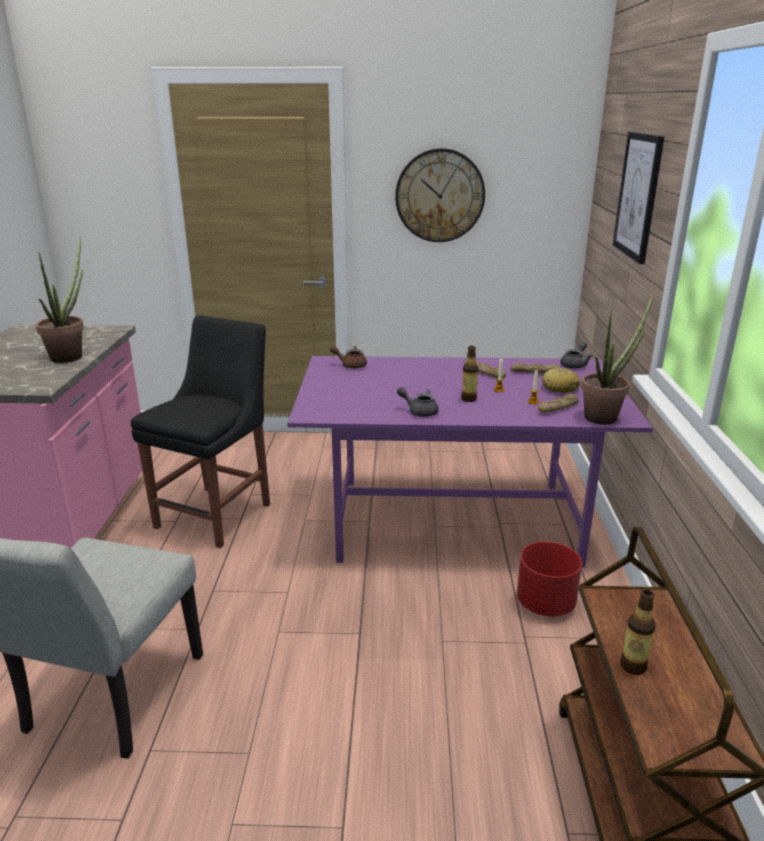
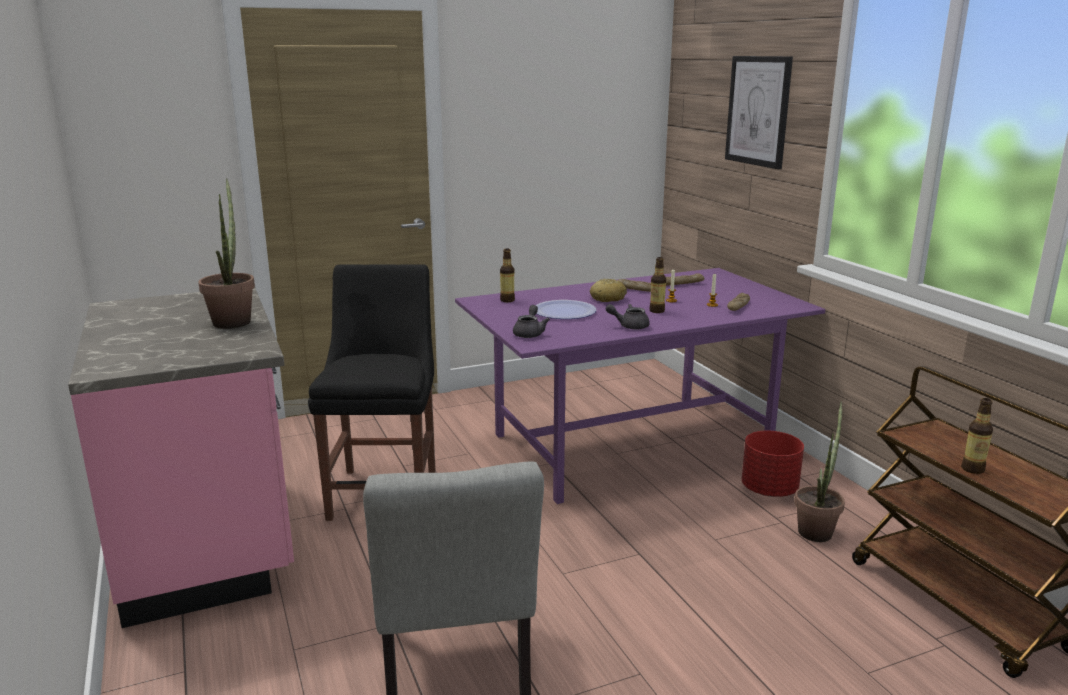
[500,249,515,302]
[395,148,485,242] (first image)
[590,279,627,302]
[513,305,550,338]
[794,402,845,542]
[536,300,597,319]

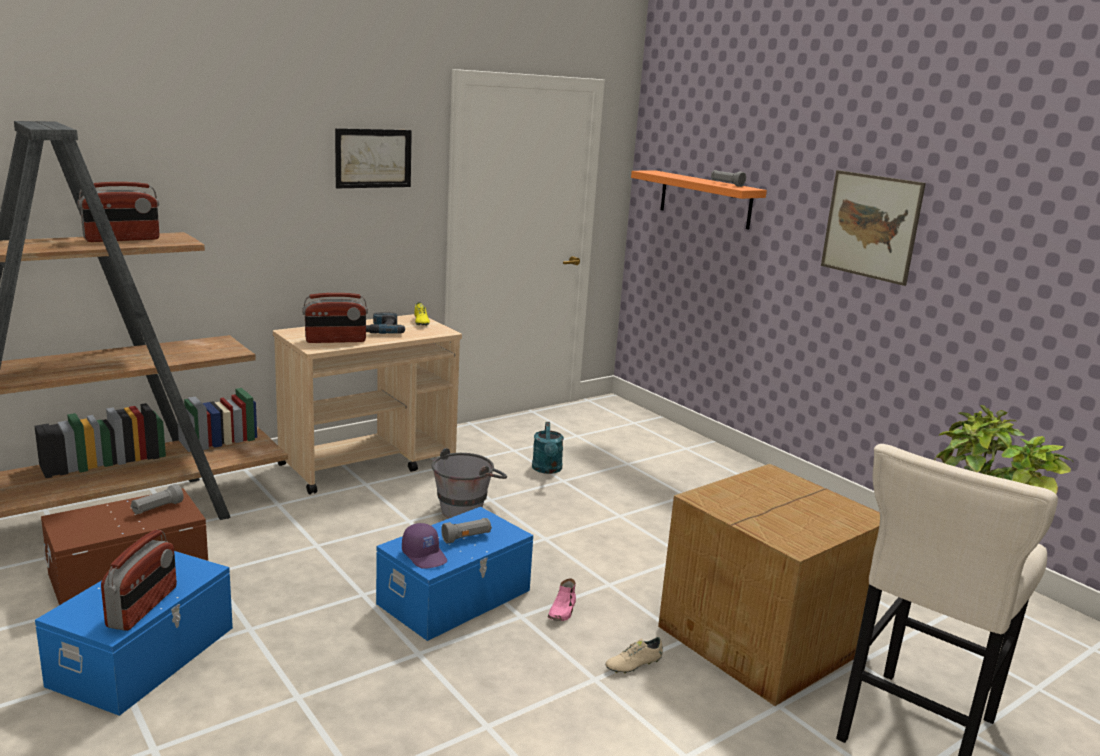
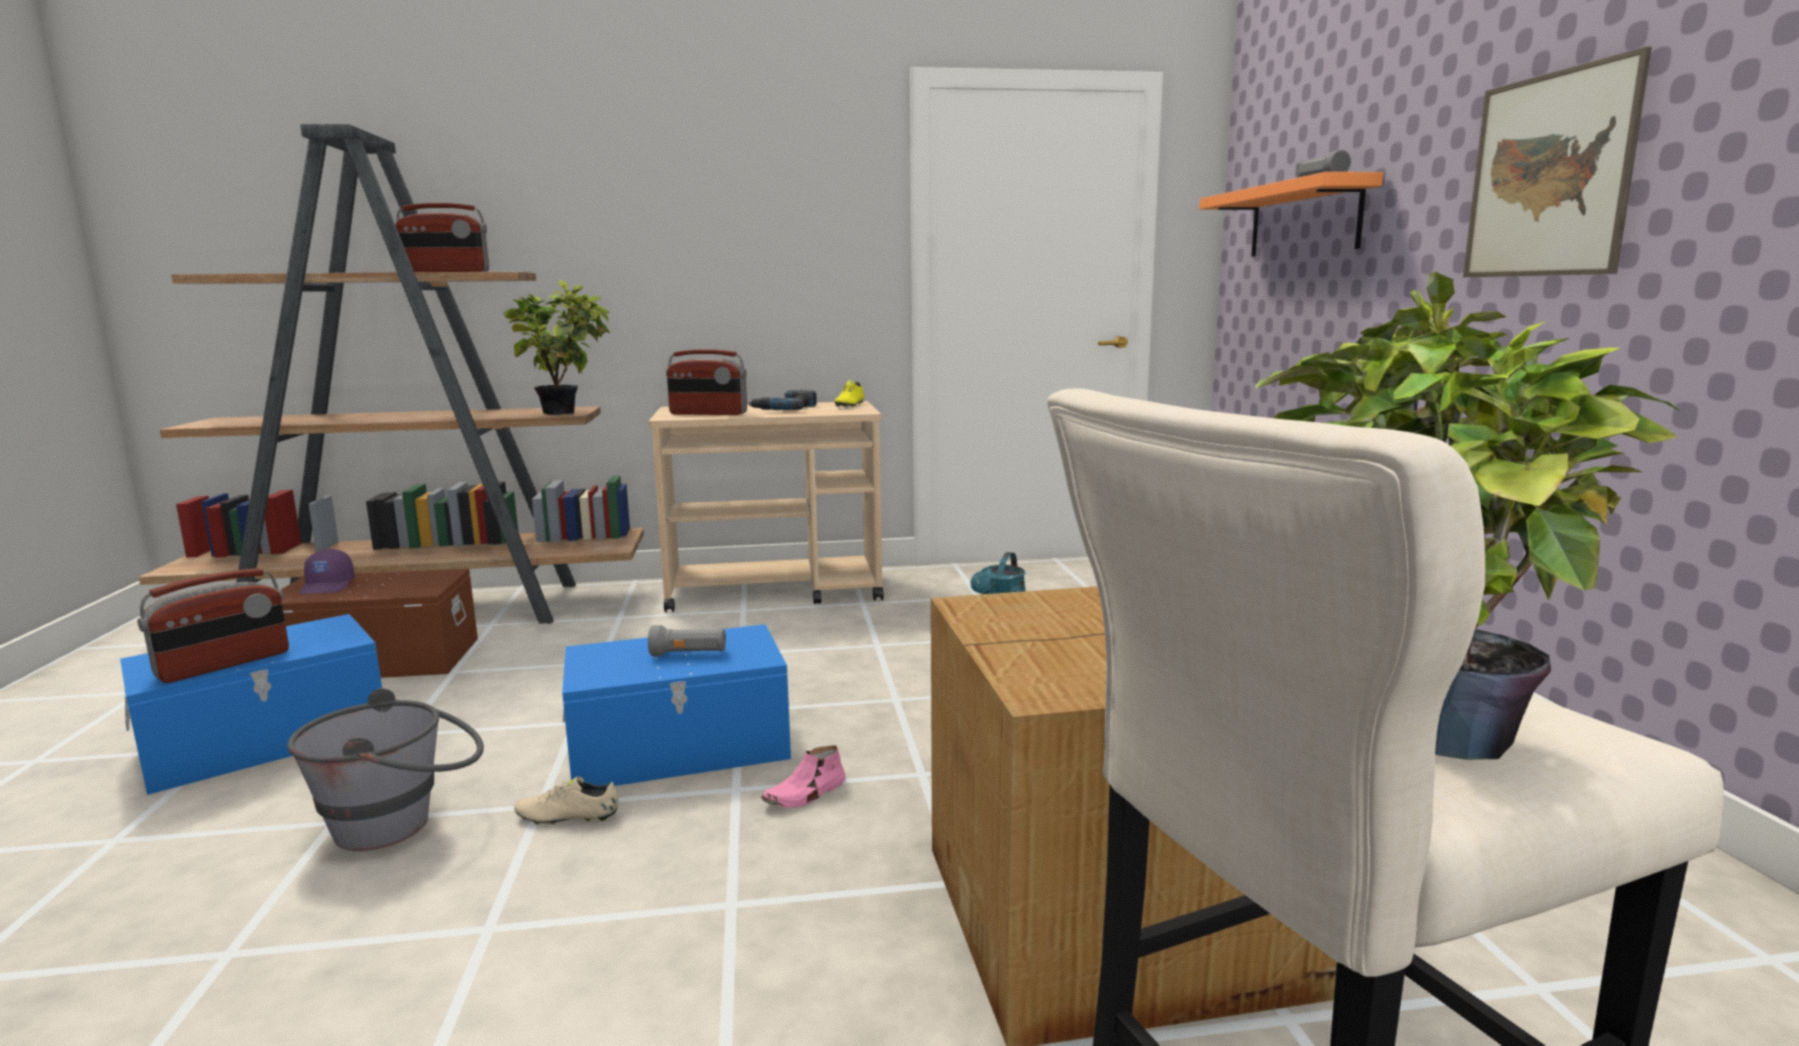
[131,484,183,514] (first image)
[335,128,412,188] (first image)
[299,549,355,595]
[287,688,484,851]
[514,777,618,825]
[503,281,610,415]

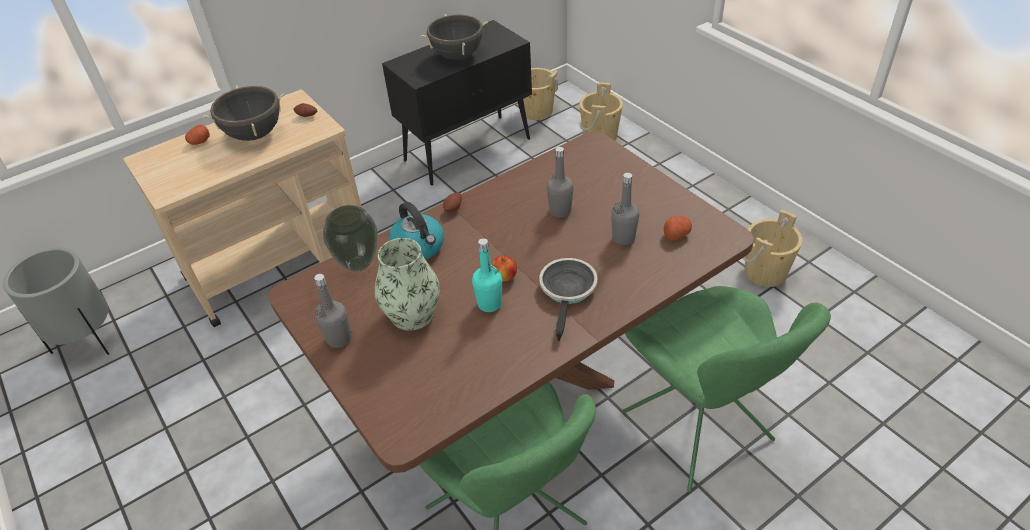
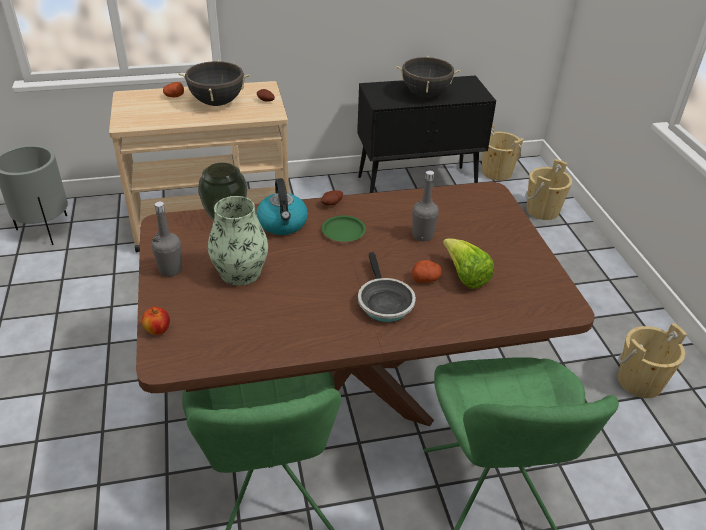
[472,238,502,312] (first image)
[142,307,170,335]
[358,252,416,322]
[443,238,494,289]
[412,260,442,283]
[322,215,366,242]

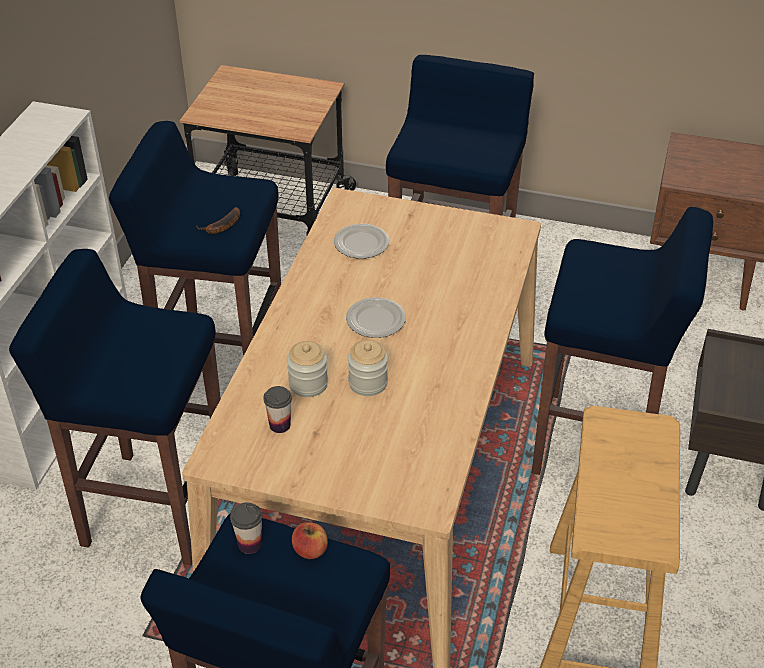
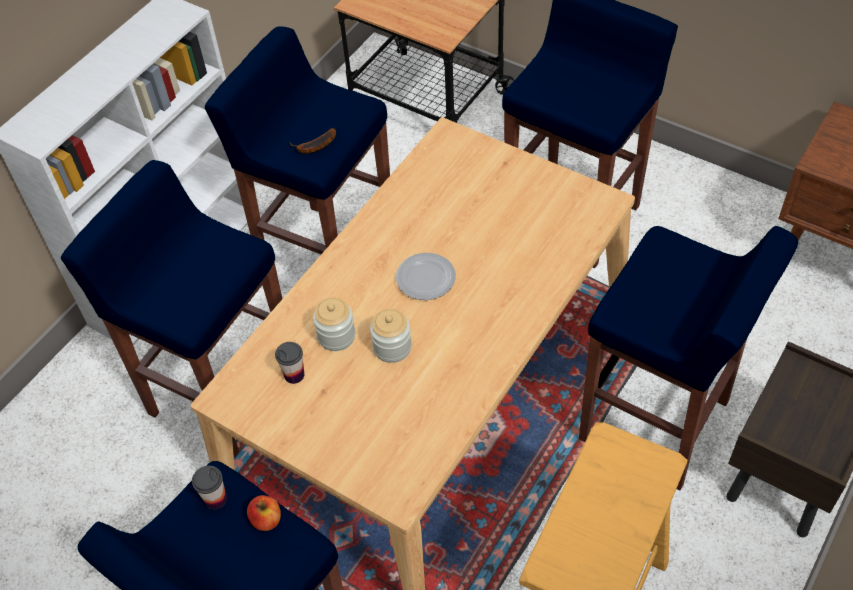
[334,224,389,259] (first image)

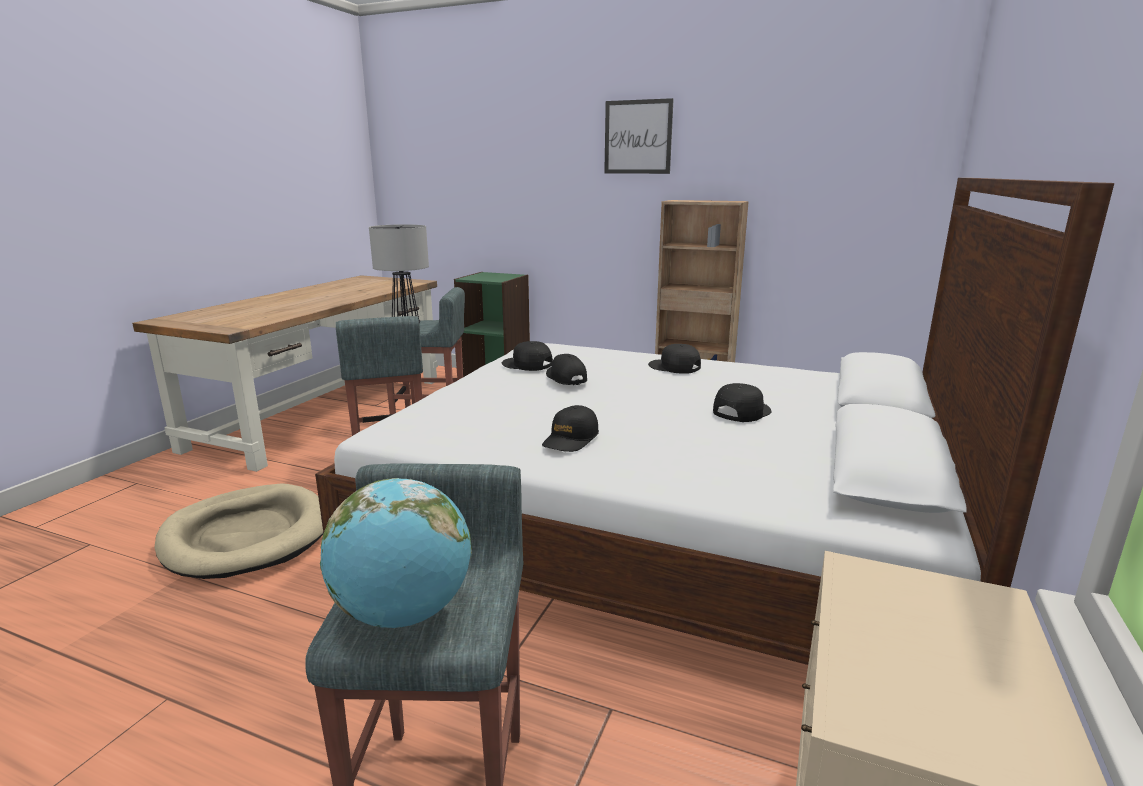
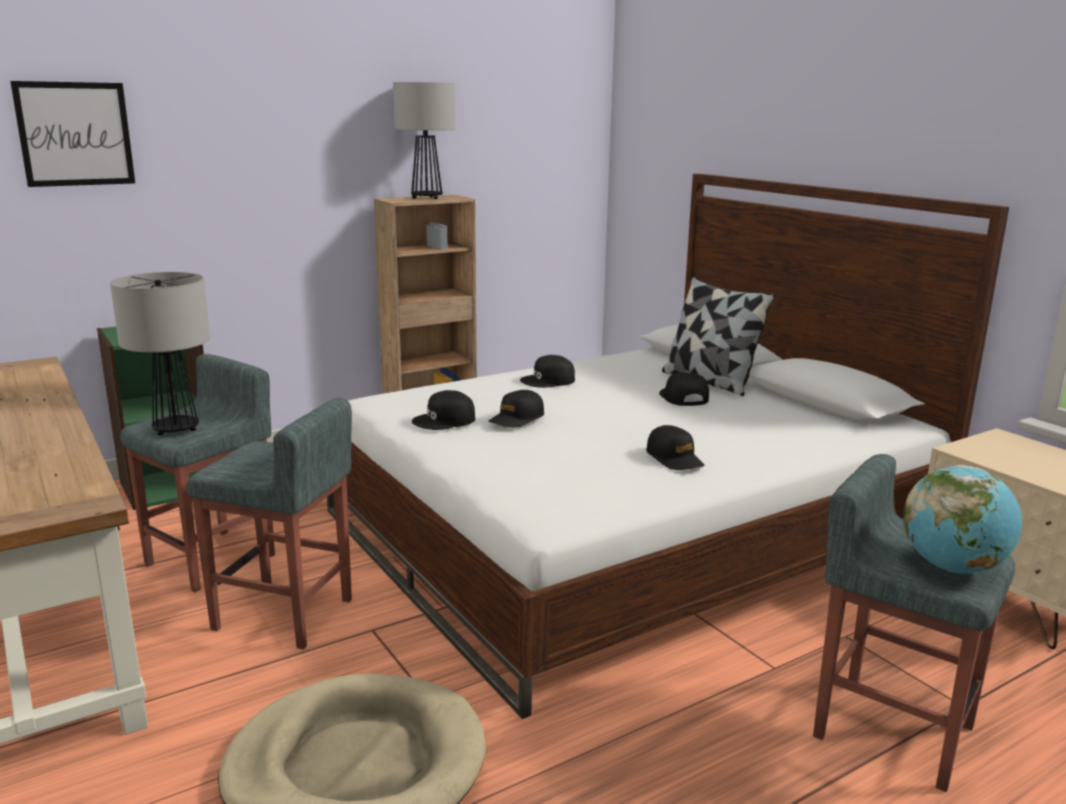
[489,390,544,428]
[10,81,135,187]
[393,82,455,199]
[662,277,775,396]

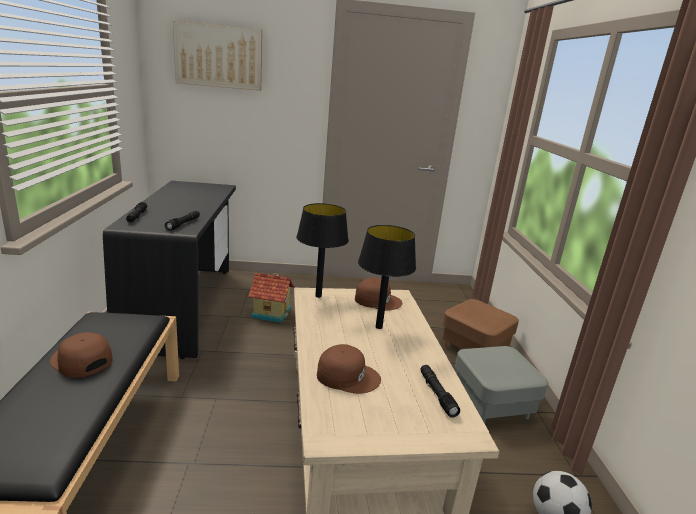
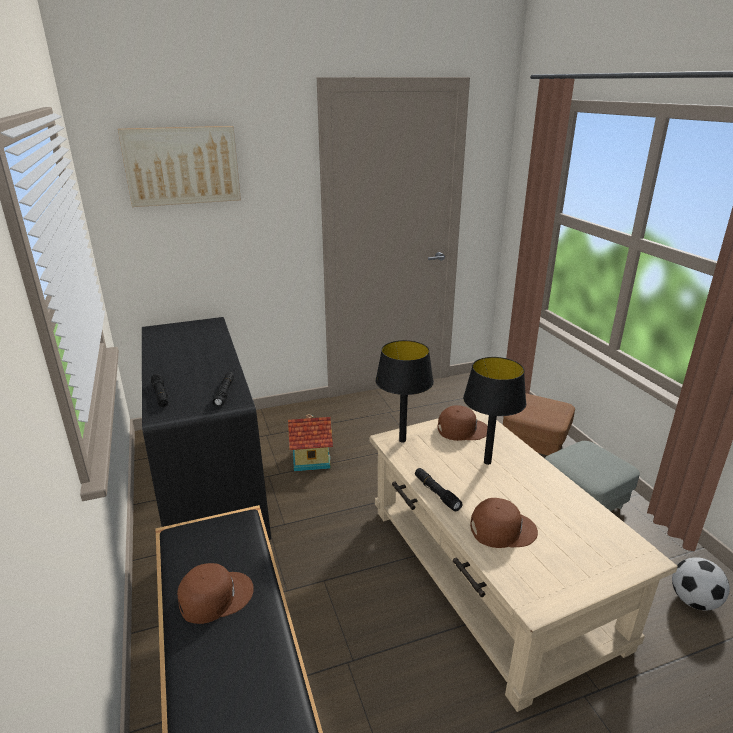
[177,563,254,624]
[415,468,462,511]

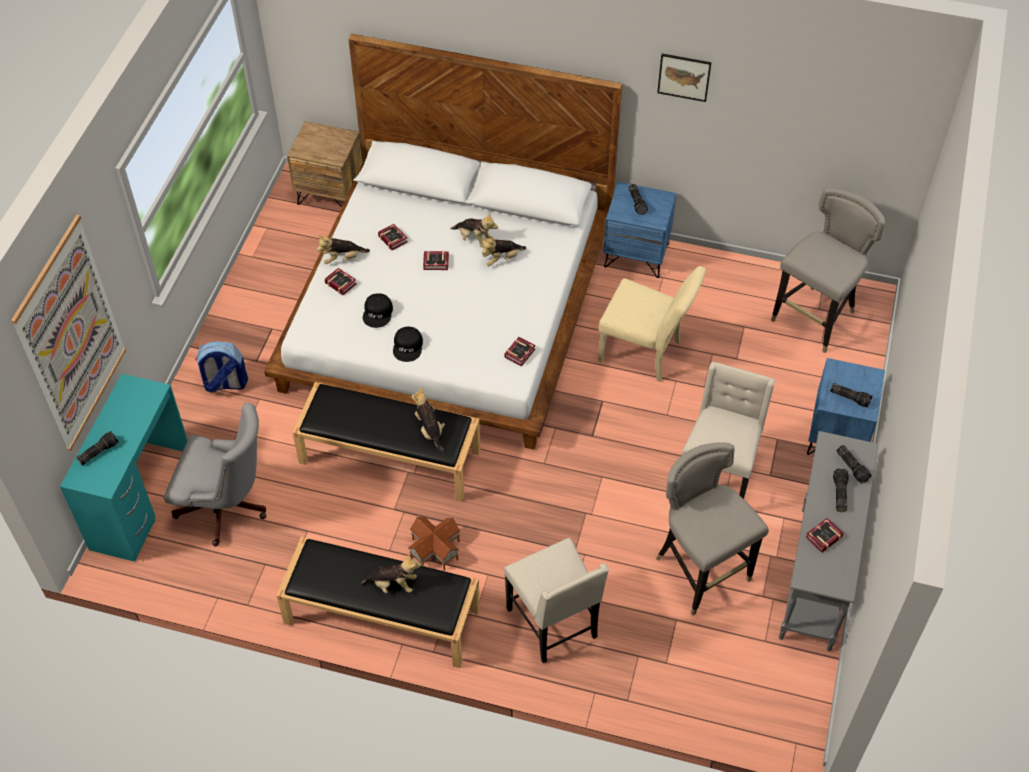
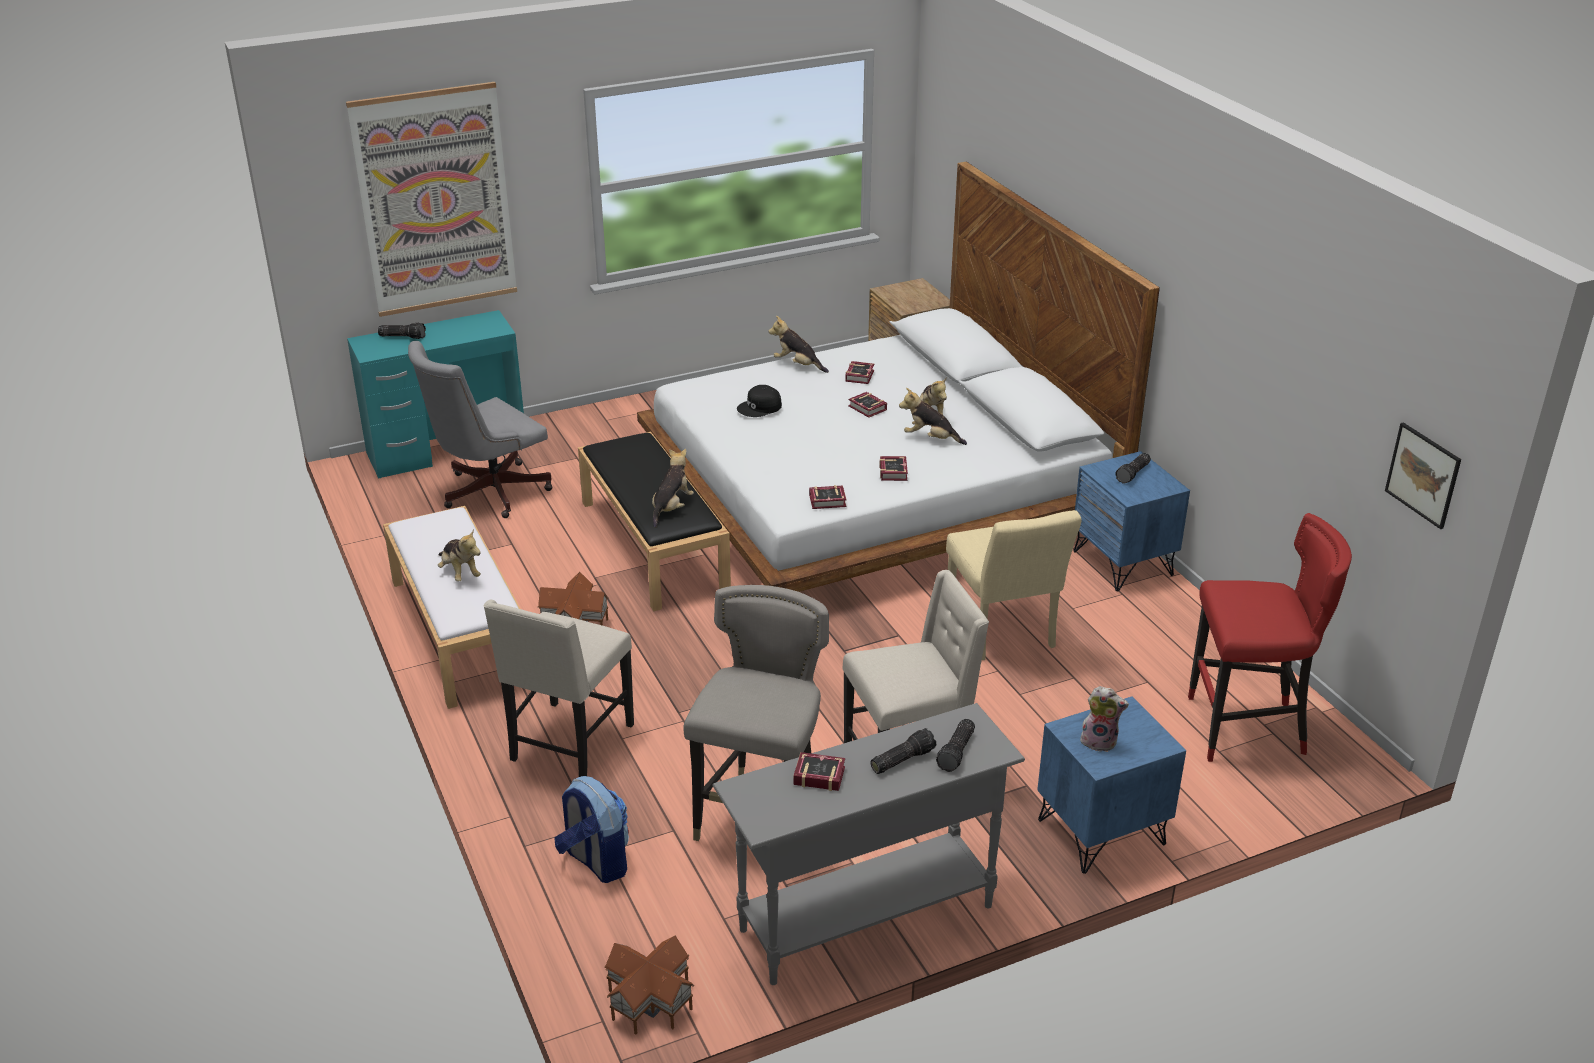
[408,341,553,518]
[554,776,629,883]
[383,506,521,709]
[879,456,908,481]
[393,327,423,362] (first image)
[1385,422,1461,529]
[1188,513,1352,762]
[1080,686,1129,752]
[604,936,694,1035]

